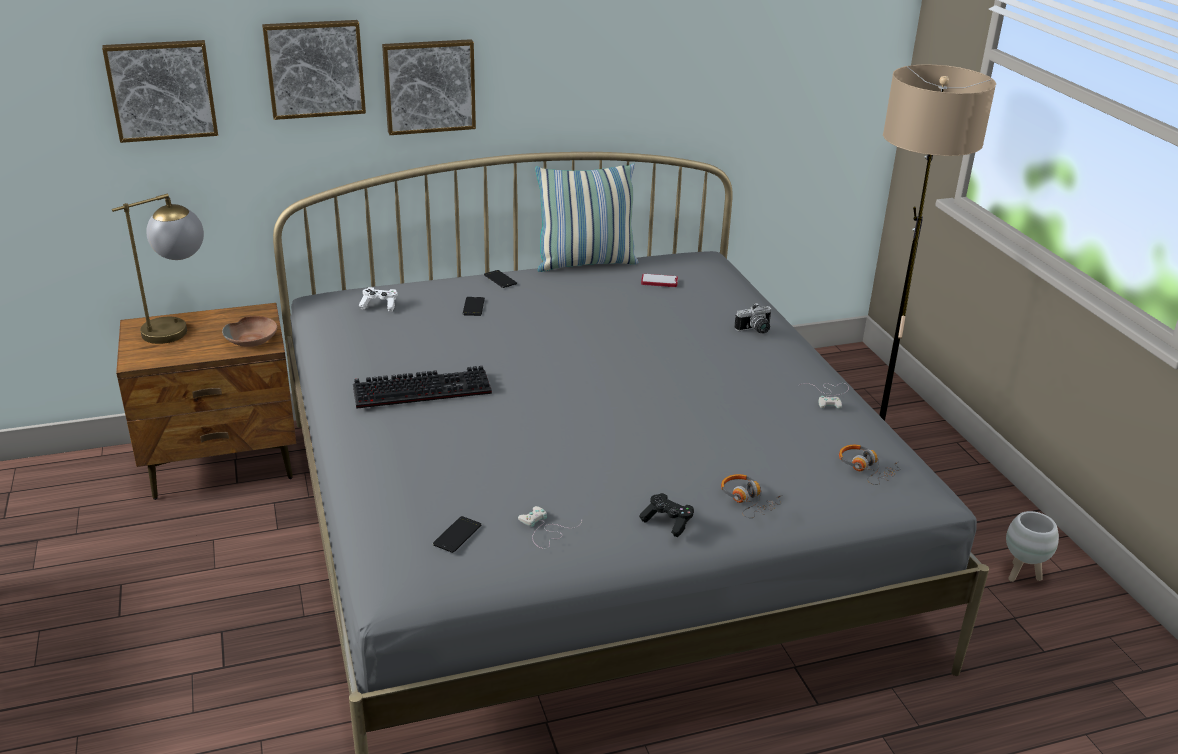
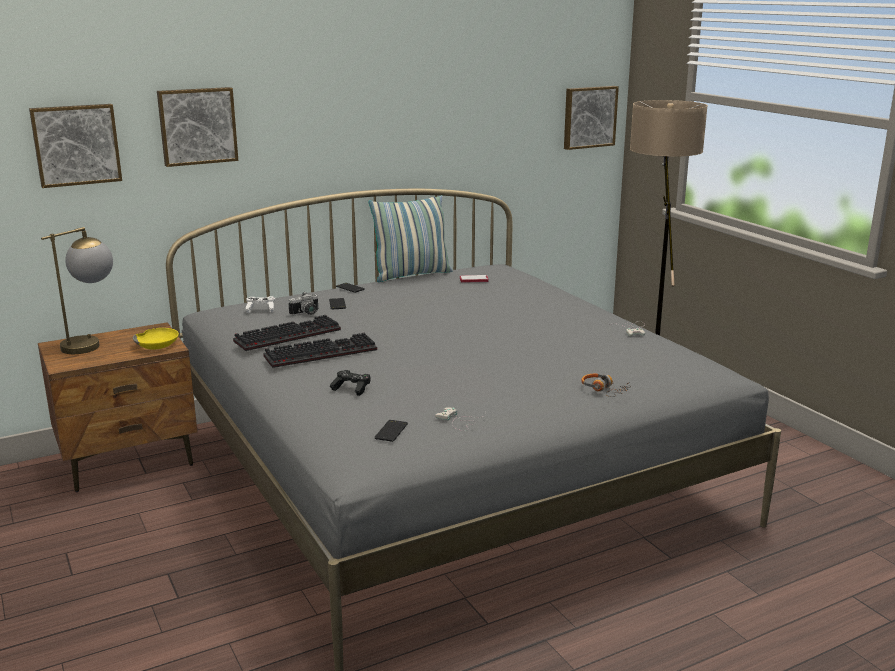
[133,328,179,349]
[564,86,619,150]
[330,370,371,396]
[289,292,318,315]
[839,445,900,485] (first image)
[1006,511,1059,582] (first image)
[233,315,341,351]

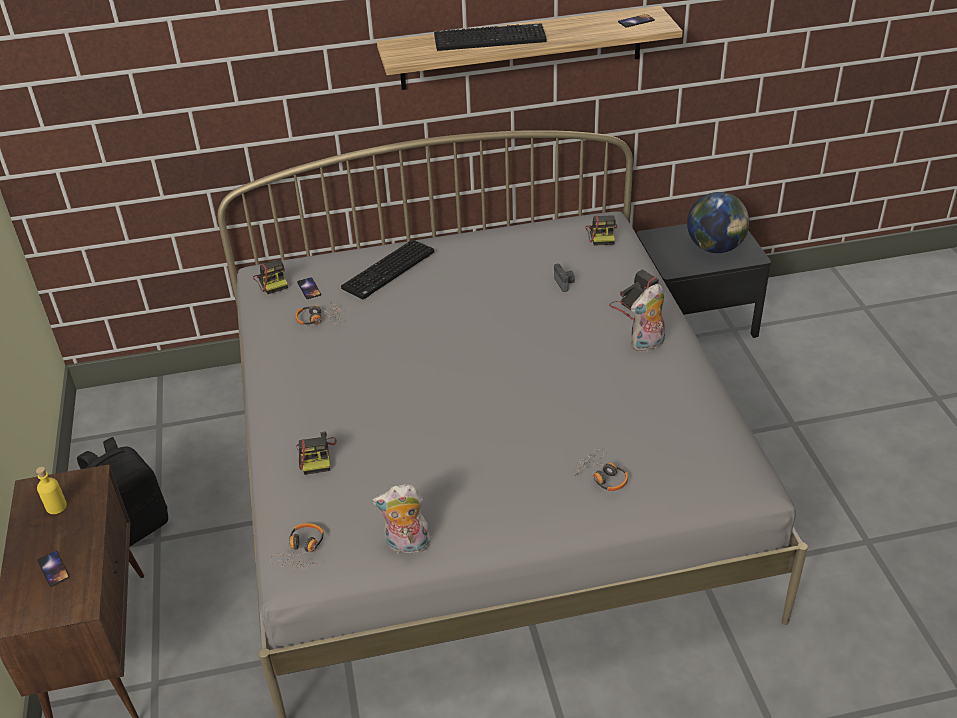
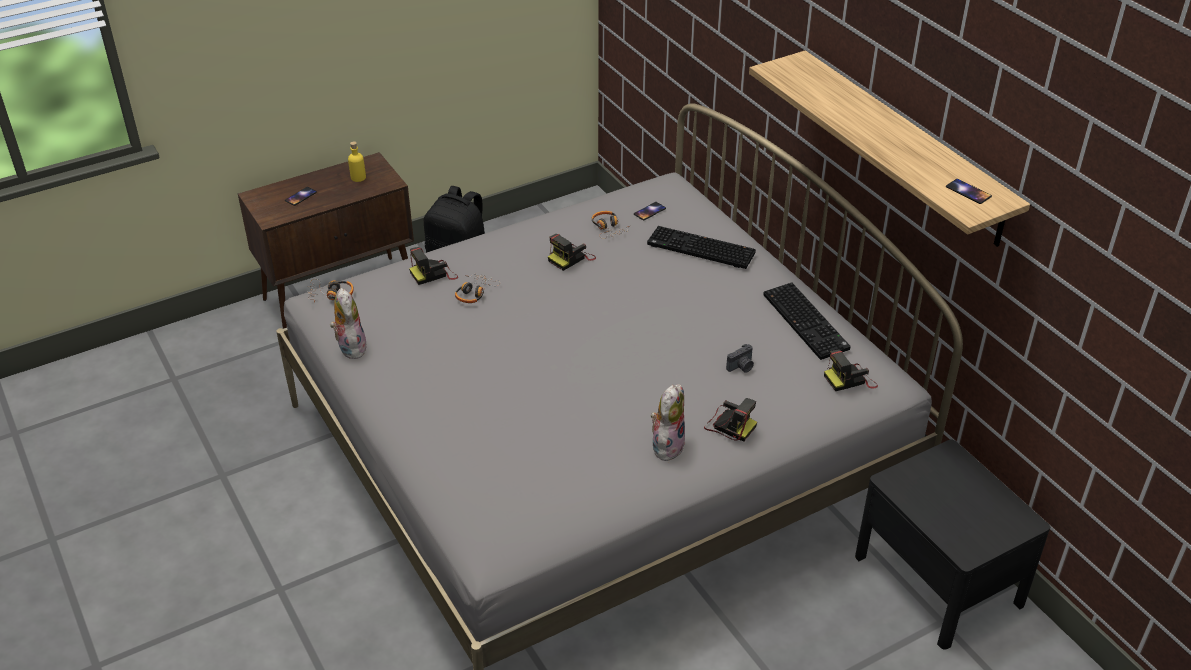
[548,234,596,271]
[764,282,851,360]
[455,274,500,303]
[650,384,685,461]
[687,192,750,253] (first image)

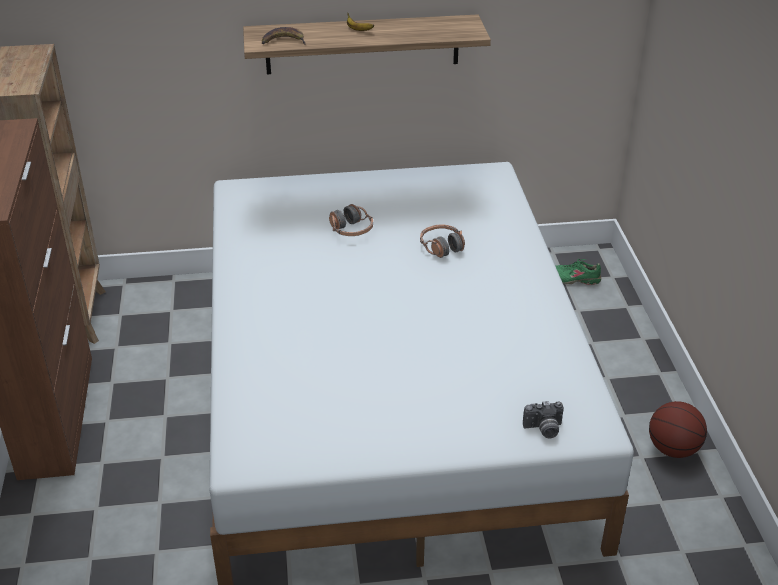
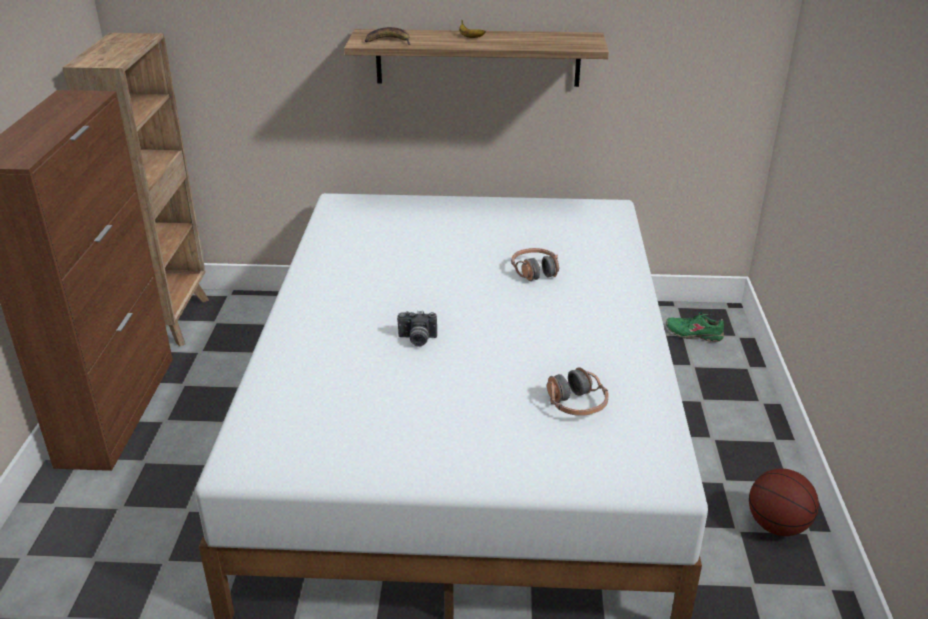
[547,367,609,416]
[397,311,437,347]

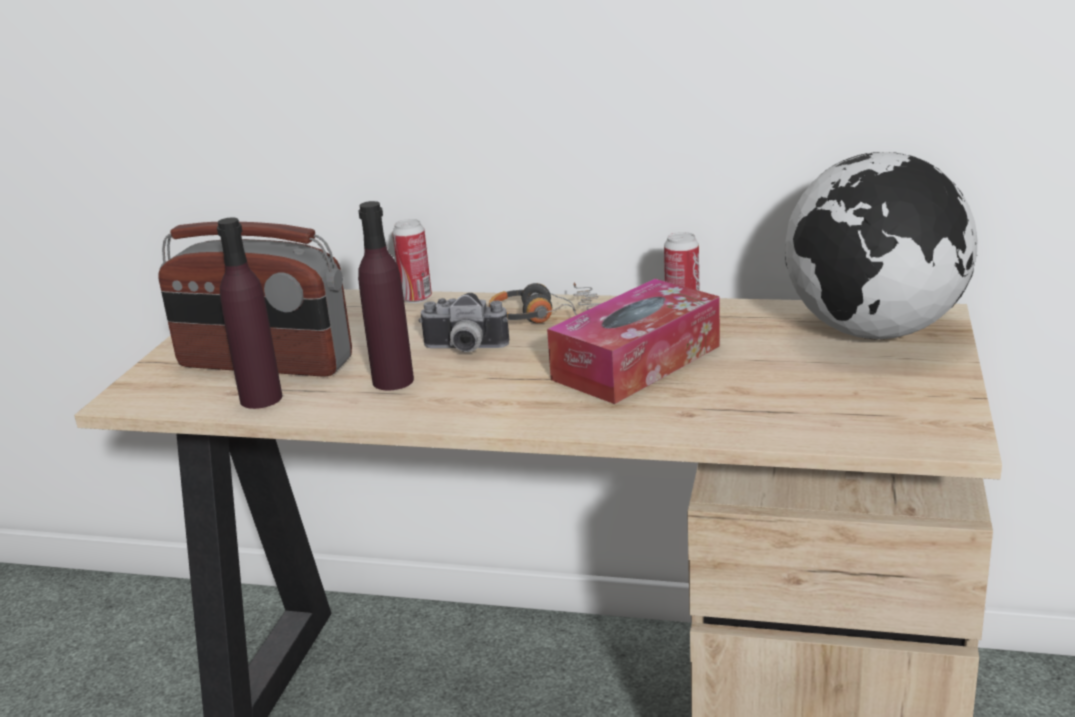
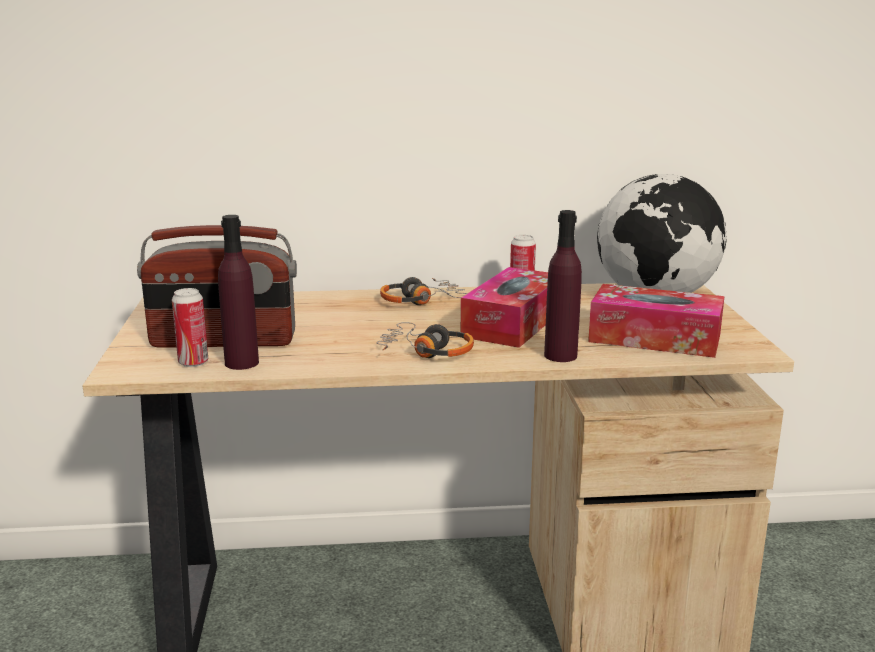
[544,210,582,362]
[172,288,208,367]
[419,293,509,352] (first image)
[377,322,474,358]
[588,284,724,358]

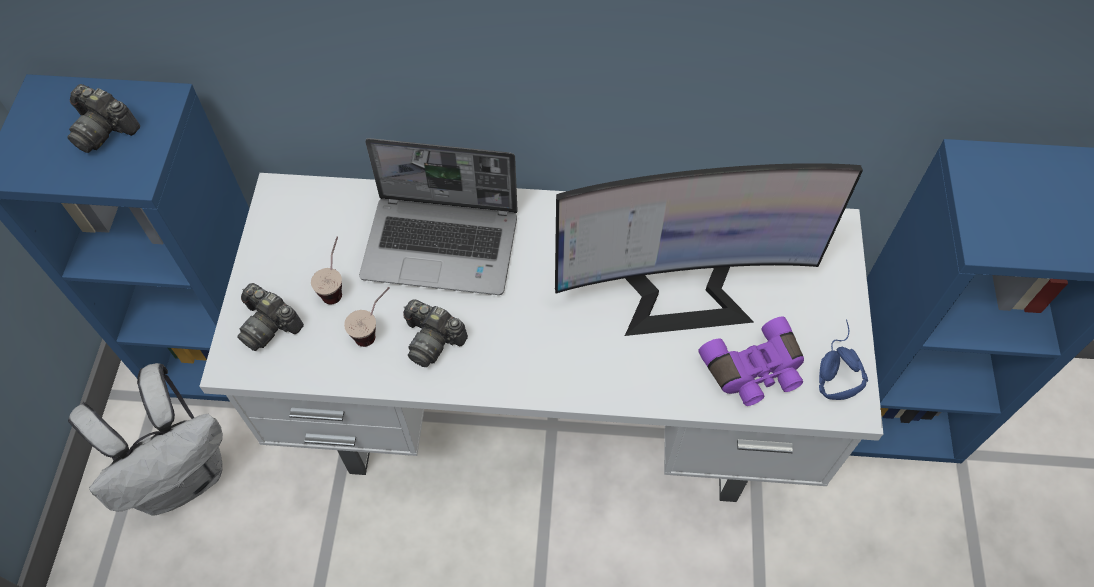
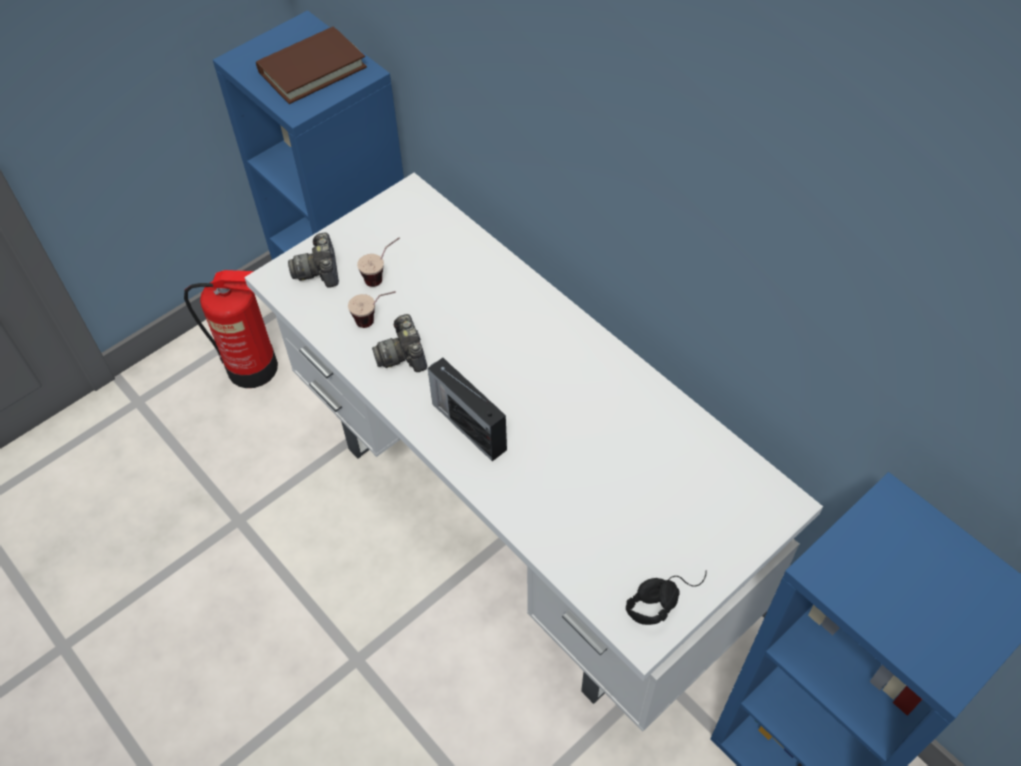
[256,26,367,104]
[184,270,278,388]
[359,138,518,295] (first image)
[555,163,863,336] (first image)
[698,316,804,406] (first image)
[626,571,707,625]
[428,358,507,461]

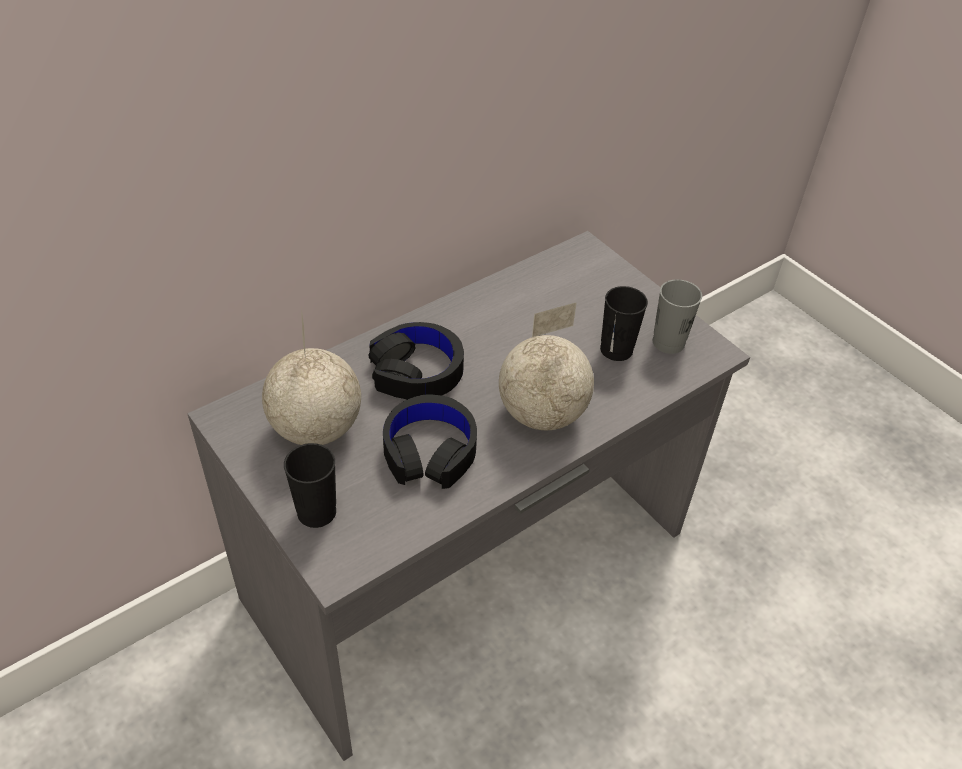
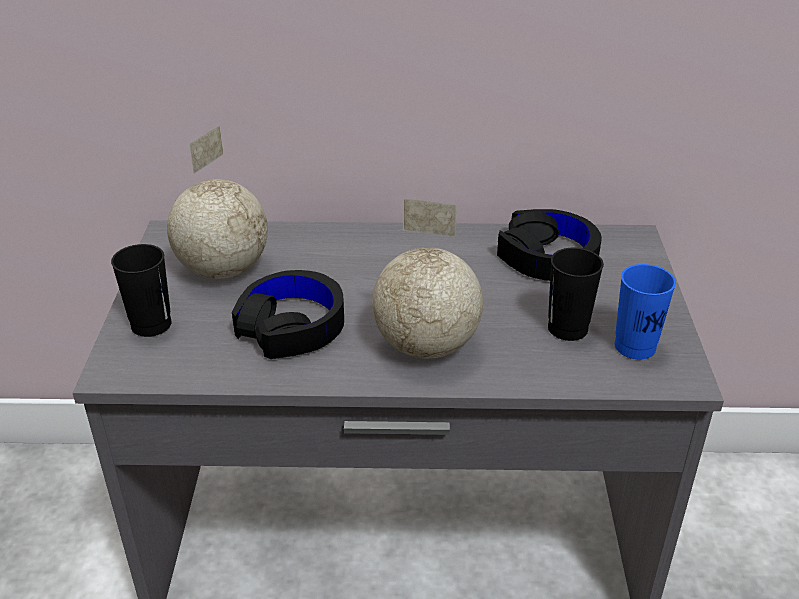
[497,209,602,281]
[614,264,676,359]

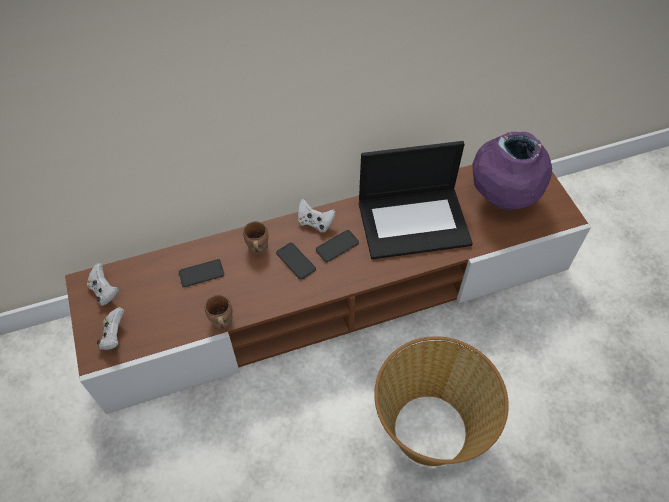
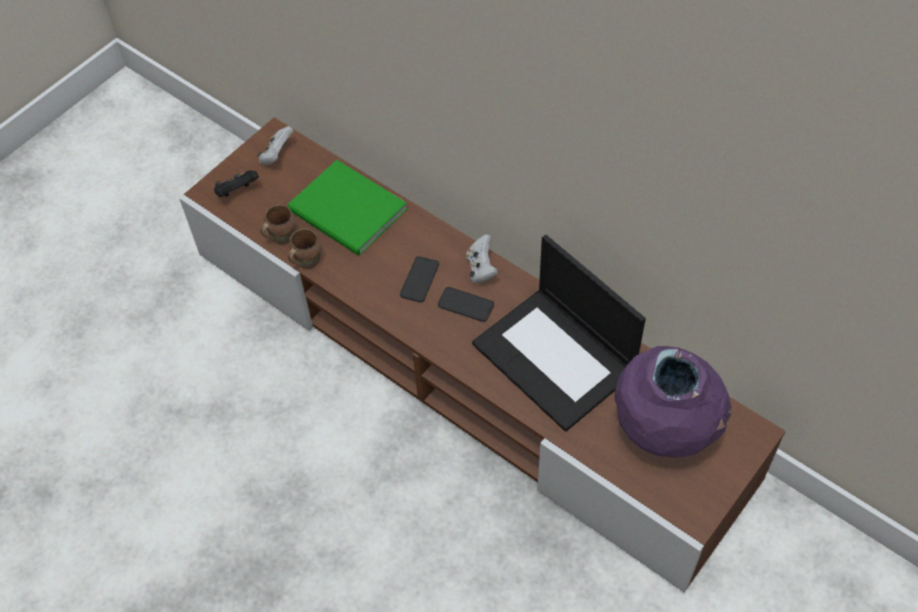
[214,170,259,197]
[287,160,407,256]
[261,204,295,245]
[374,336,509,466] (first image)

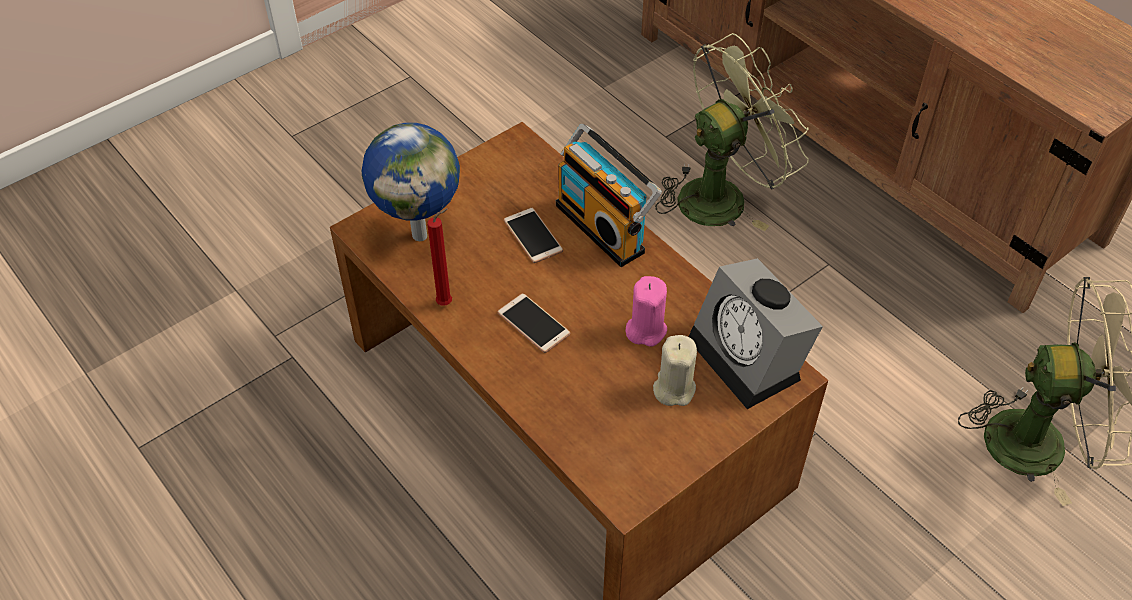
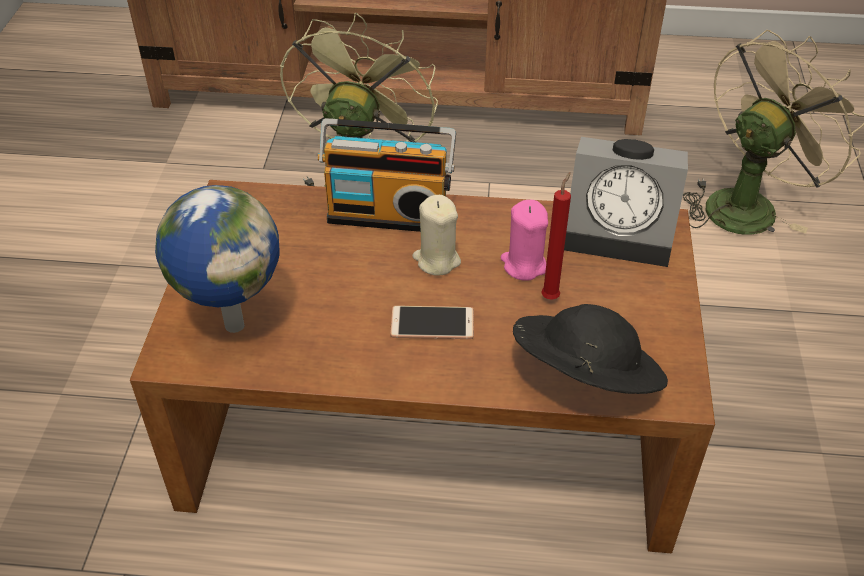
[541,172,571,300]
[504,208,563,263] (first image)
[412,195,461,276]
[513,304,668,394]

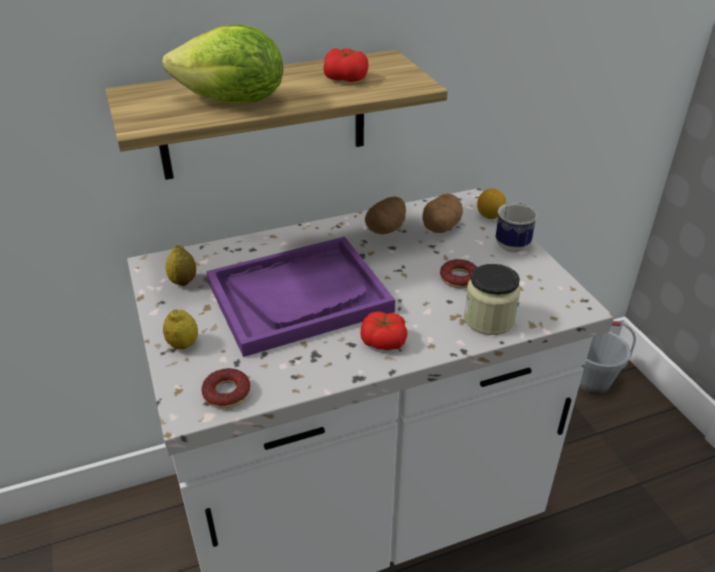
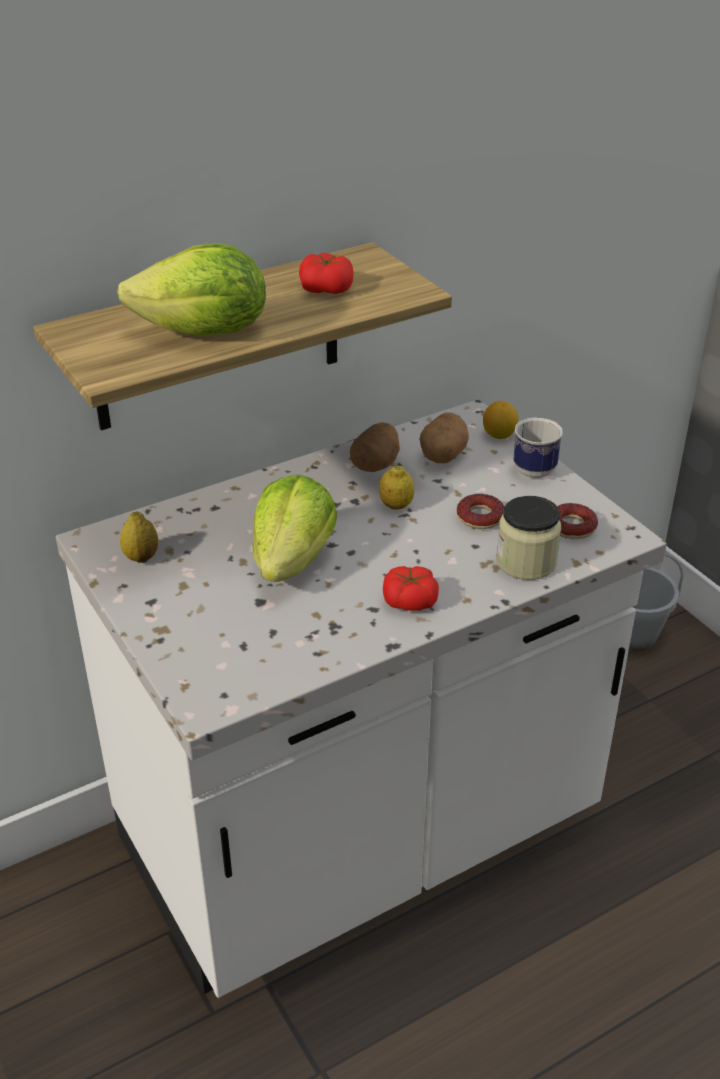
[379,465,414,510]
[557,503,598,539]
[253,475,337,582]

